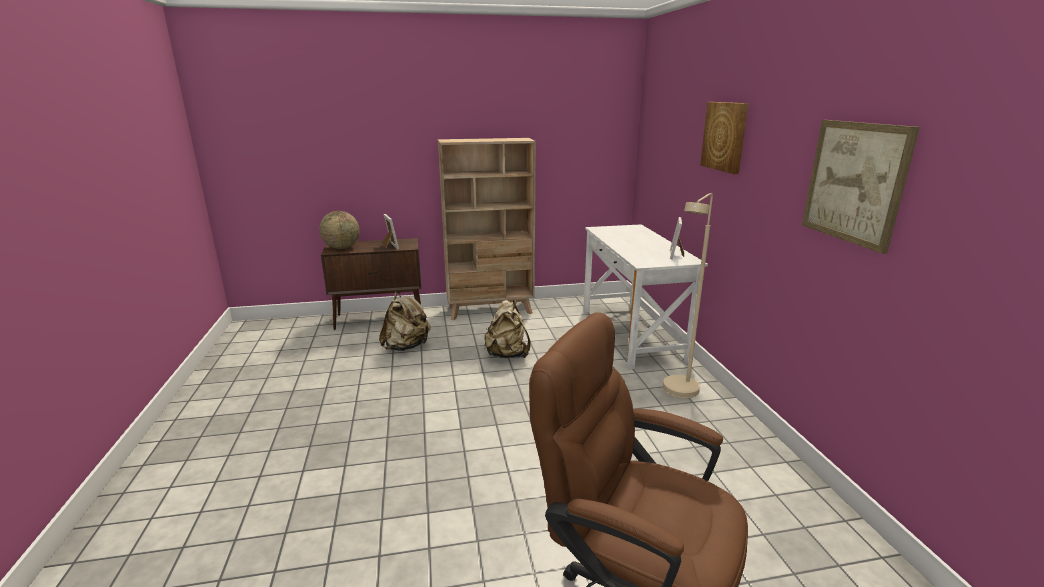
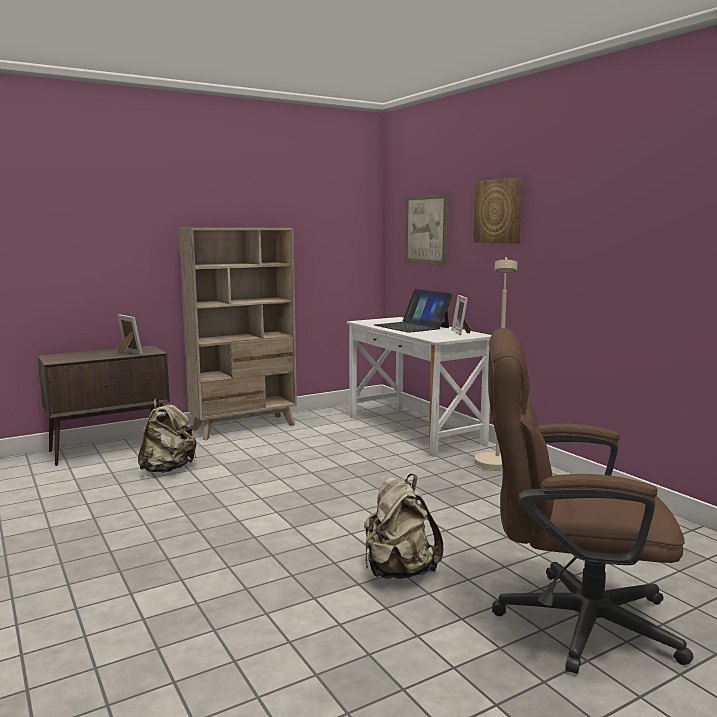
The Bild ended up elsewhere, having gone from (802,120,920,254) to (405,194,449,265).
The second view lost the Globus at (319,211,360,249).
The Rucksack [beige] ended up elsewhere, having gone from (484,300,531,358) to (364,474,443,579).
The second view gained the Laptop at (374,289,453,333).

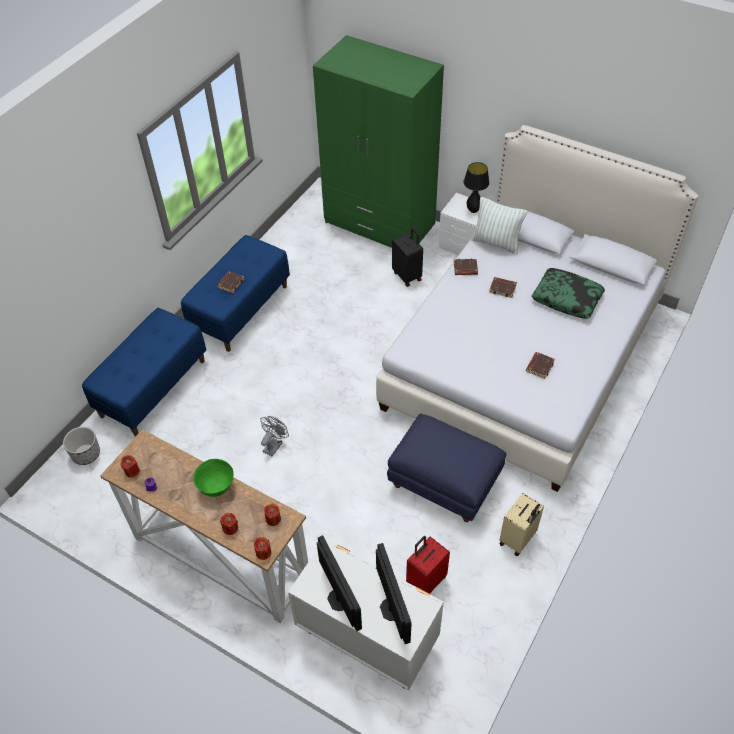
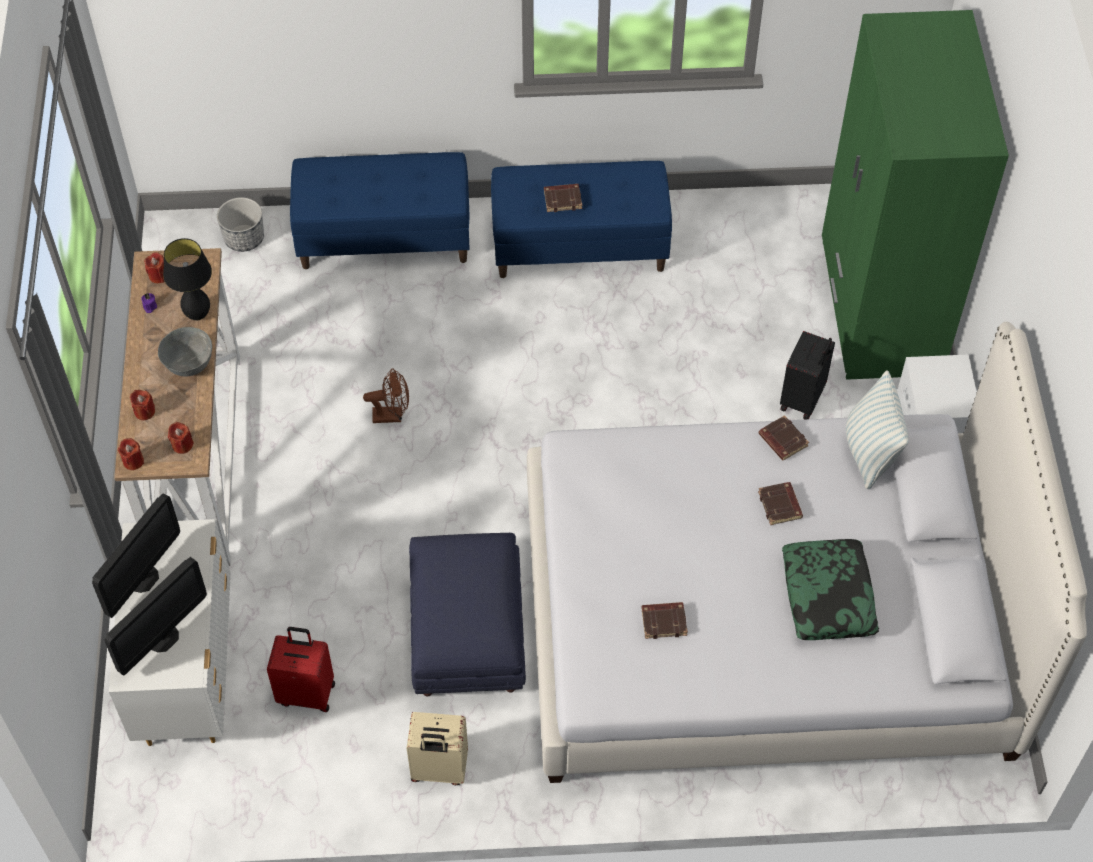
The Tischlampe [schwarz] ended up elsewhere, having gone from (464,162,489,213) to (163,238,212,320).
What was the Ventilator [grau] at (260,416,289,456) turned into the Ventilator [braun] at (363,368,409,423).
What was the Schüssel [grün] at (193,459,234,497) turned into the Schüssel [grau] at (158,327,212,377).

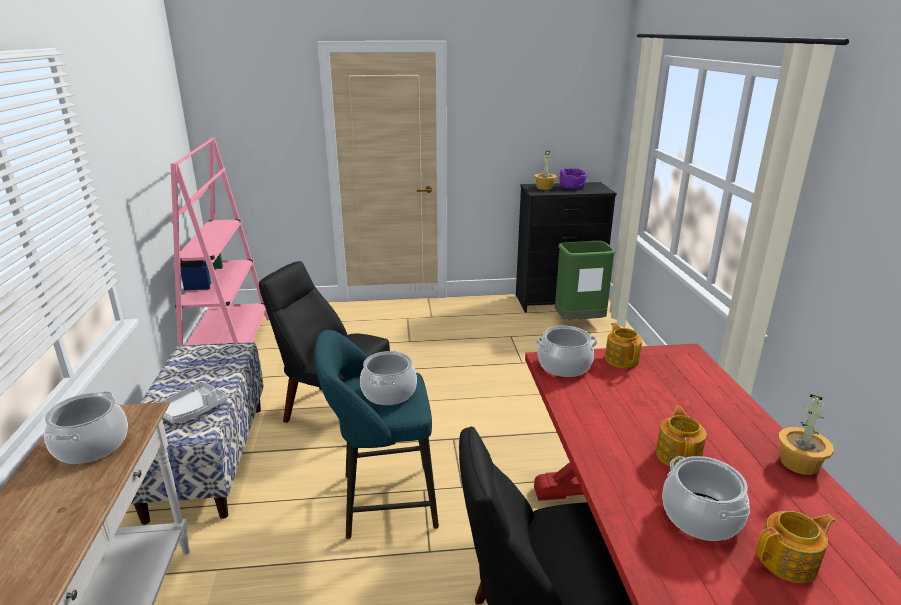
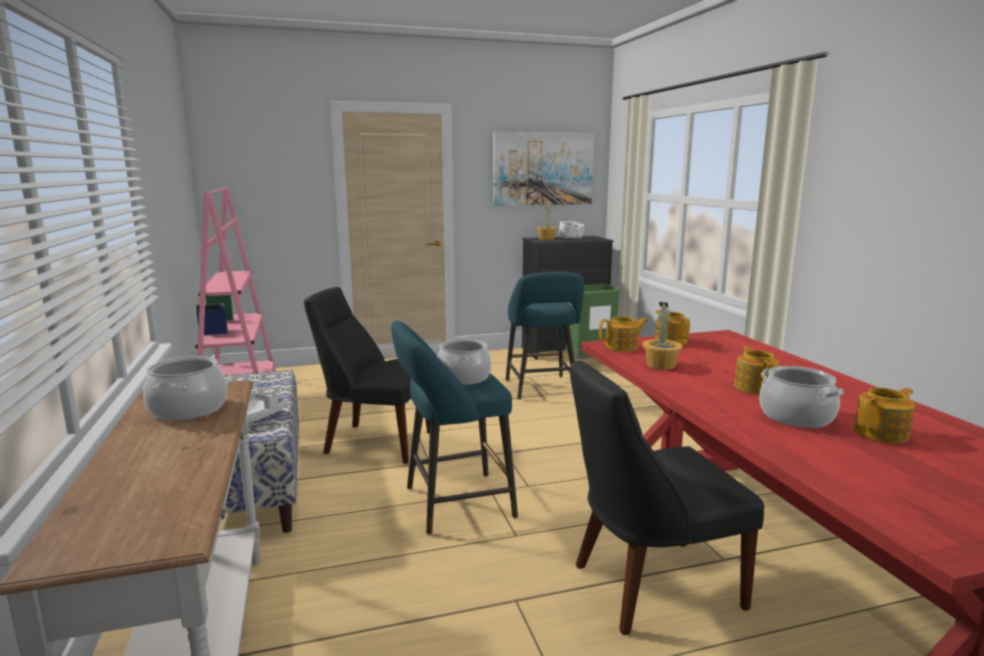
What was the Schüssel [lila] at (559,168,587,189) turned into the Schüssel [weiß] at (559,221,584,239).
Where the Kochtopf stood at (536,326,598,377), the Teekanne came to stand at (599,316,648,352).
The Topfpflanze ended up elsewhere, having gone from (778,394,834,475) to (643,302,683,370).
The second view gained the Bild at (493,132,594,206).
The second view gained the Hocker [türkis] at (506,271,584,400).

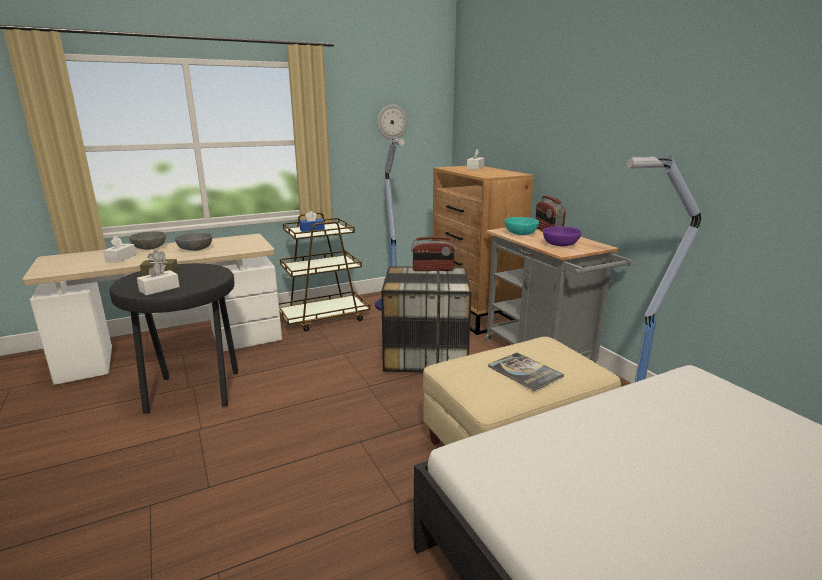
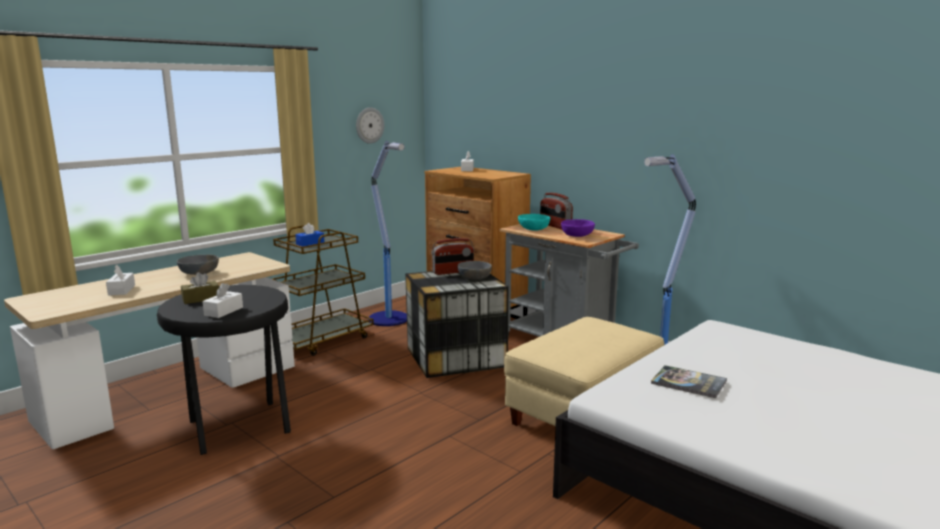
The Schüssel [grau] ended up elsewhere, having gone from (129,231,166,250) to (458,261,492,280).
The Buch ended up elsewhere, having gone from (488,353,564,391) to (651,365,727,398).

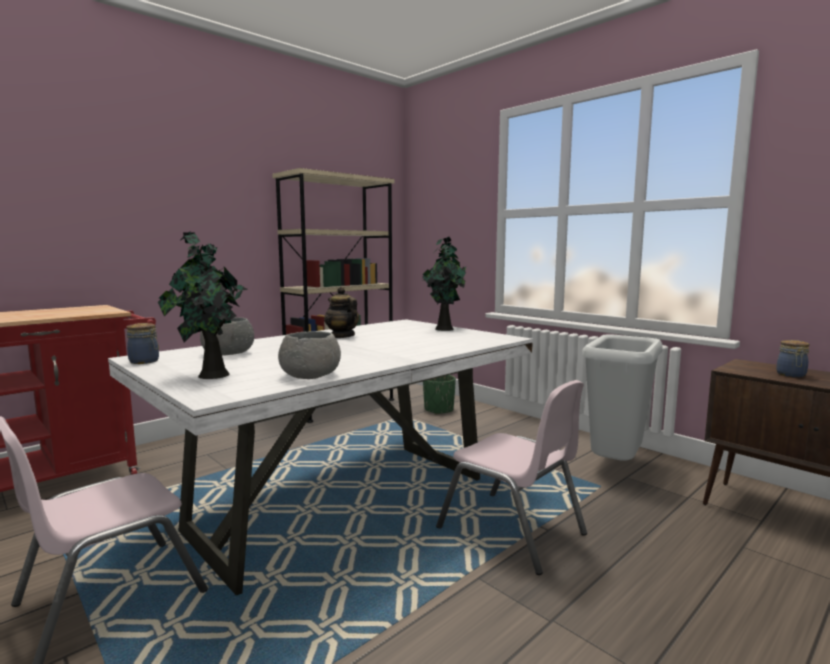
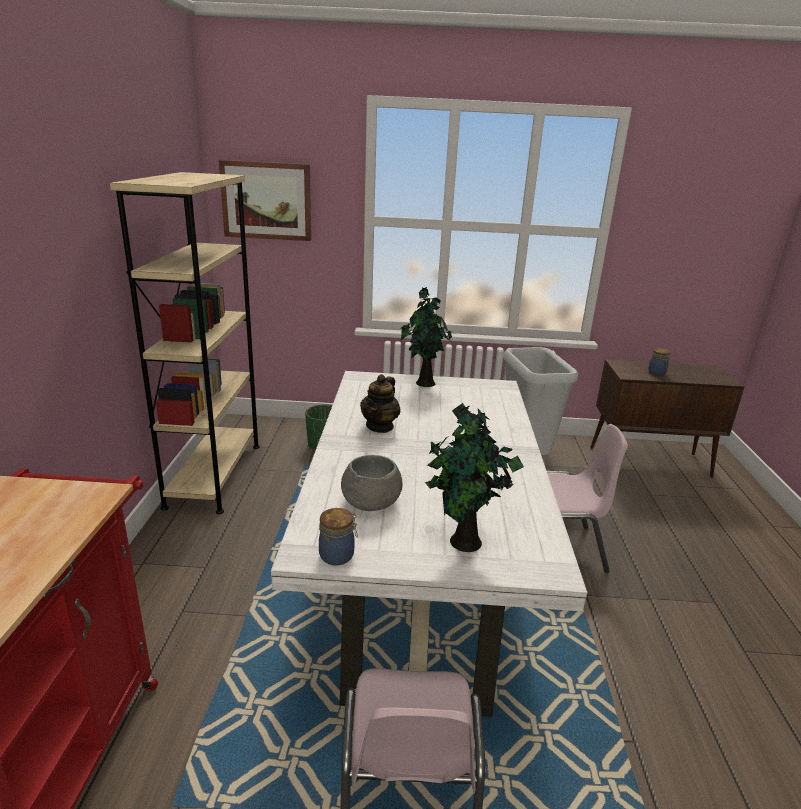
The Teekanne at (324,287,359,338) ended up facing another way, 75 degrees counterclockwise from before.
The second view lost the Schüssel [grau] at (278,331,341,379).
The second view gained the Bild at (219,160,311,241).

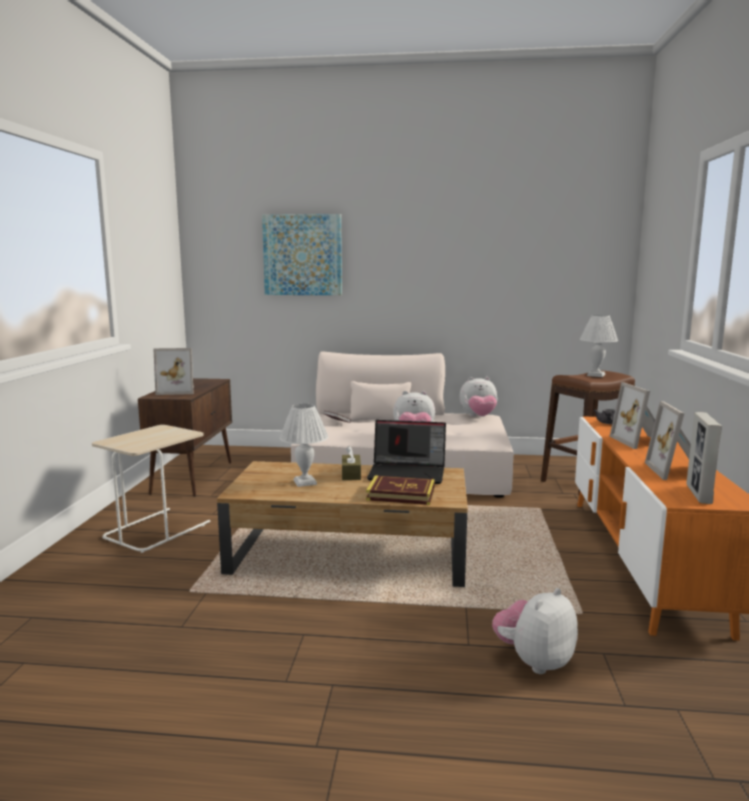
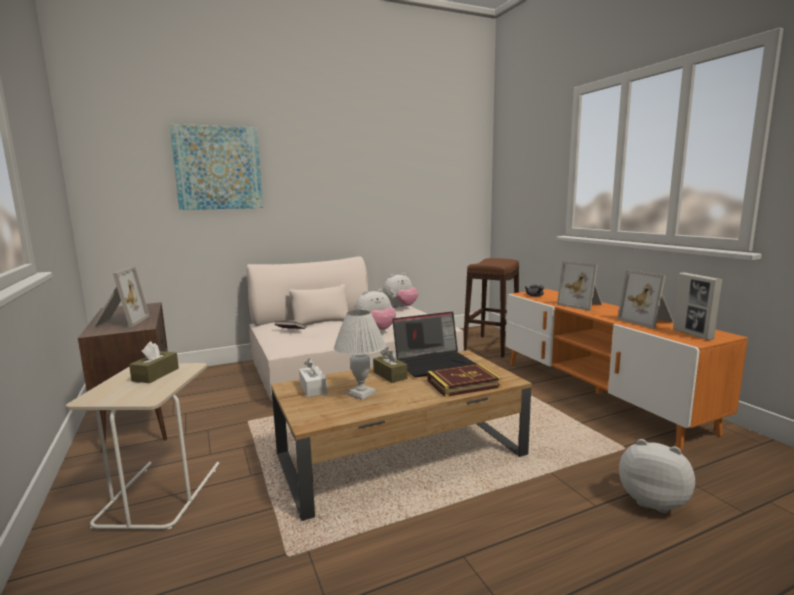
The second view lost the Tischlampe [weiß] at (580,315,618,377).
The Bilderrahmen at (153,348,194,395) ended up facing another way, 60 degrees counterclockwise from before.
The Plüschtier at (492,588,578,674) ended up facing another way, 105 degrees clockwise from before.
The second view gained the Taschentuchbox [braun] at (129,341,179,383).
The second view gained the Taschentuchbox [weiß] at (299,359,327,397).

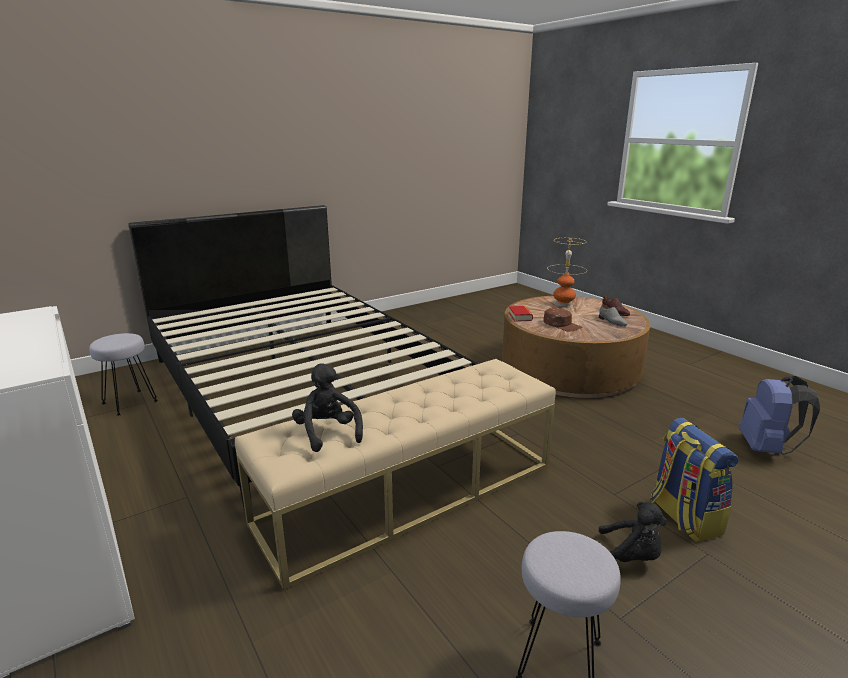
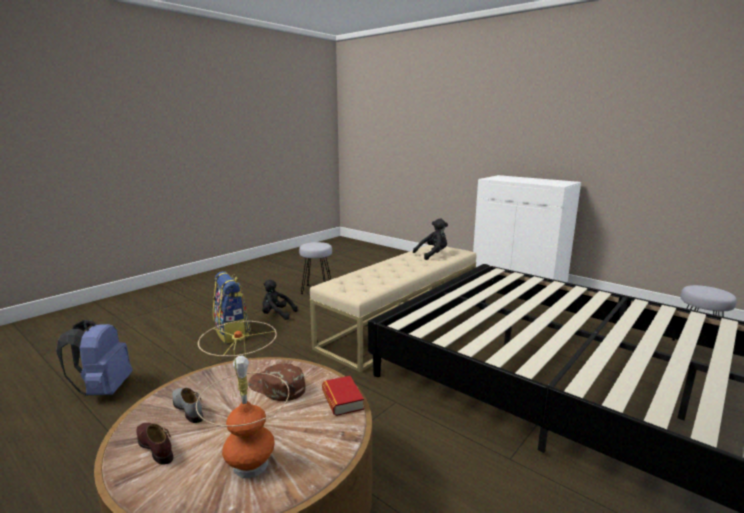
The Plüschtier [schwarz] at (292,363,363,452) ended up facing another way, 75 degrees counterclockwise from before.

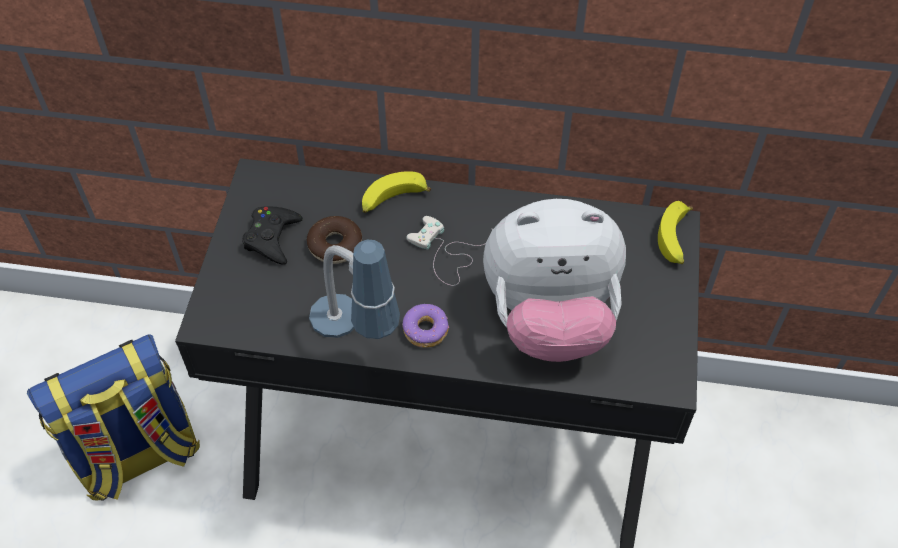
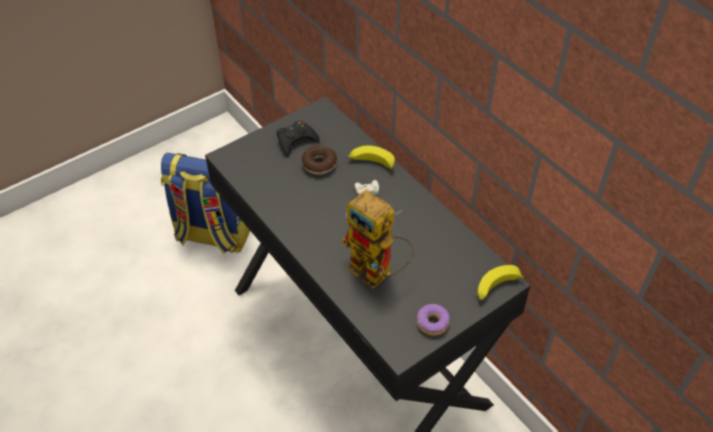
Where the Plüschtier stood at (483,199,626,362), the Spielzeugroboter came to stand at (341,189,415,289).
The second view lost the Tischlampe at (309,240,400,339).
The Donut ended up elsewhere, having gone from (402,303,449,348) to (417,304,450,336).

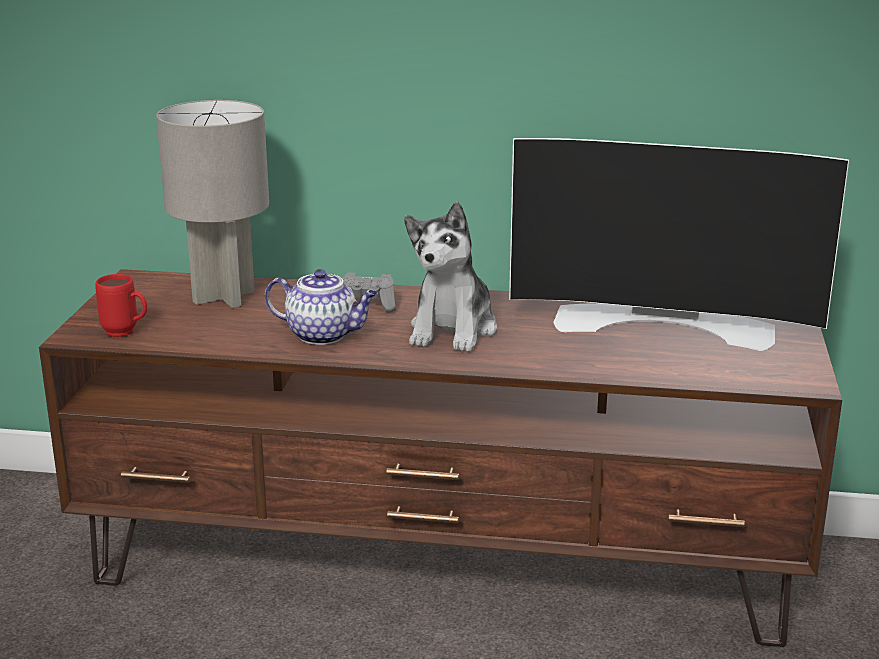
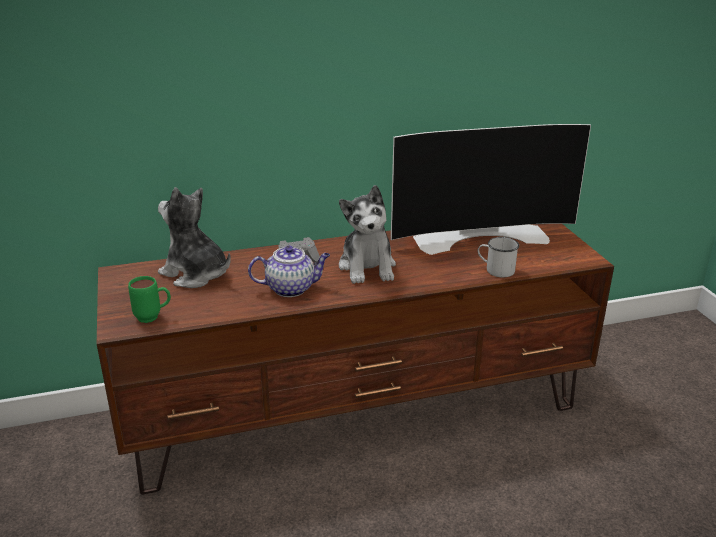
Where the Tischlampe [grau] stood at (156,100,269,308), the Plüschtier came to stand at (158,187,231,288).
What was the Henkelbecher [rot] at (95,274,147,337) turned into the Henkelbecher [grün] at (128,276,171,323).
The second view gained the Henkelbecher [weiß] at (478,237,519,277).

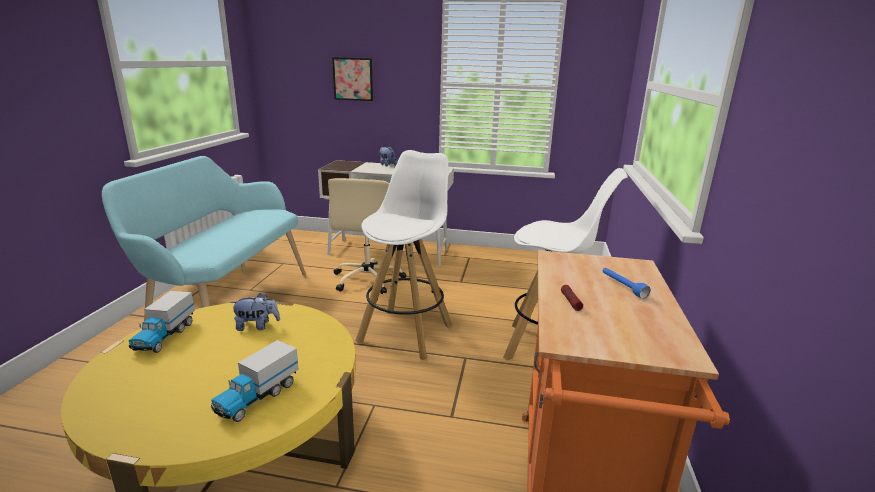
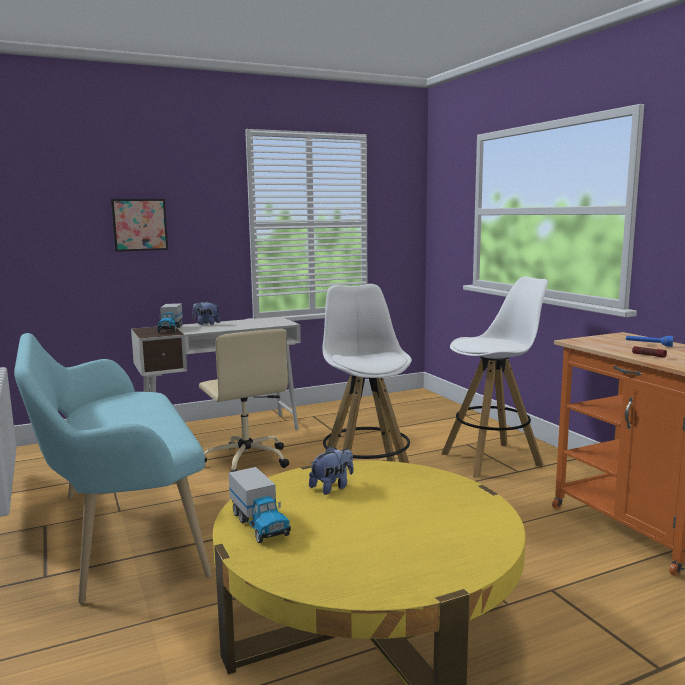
The Spielzeuglaster ended up elsewhere, having gone from (211,340,299,422) to (157,303,183,332).

